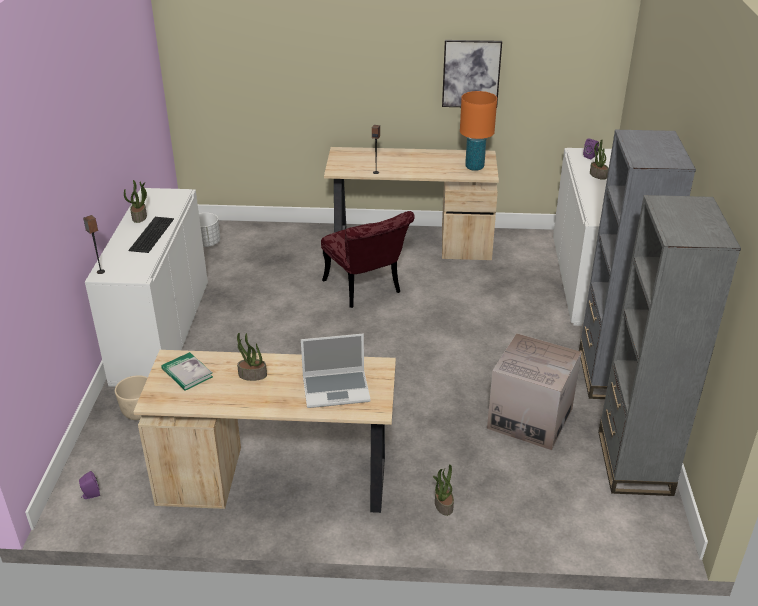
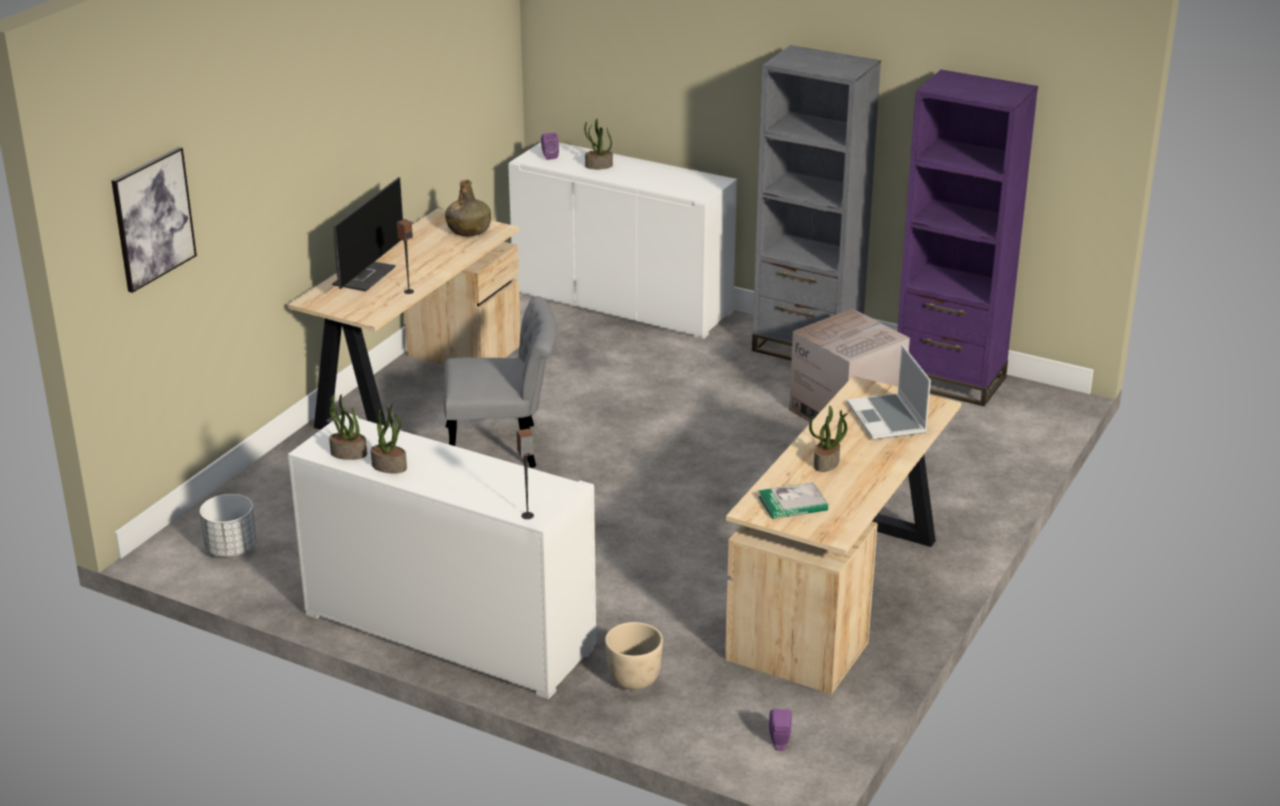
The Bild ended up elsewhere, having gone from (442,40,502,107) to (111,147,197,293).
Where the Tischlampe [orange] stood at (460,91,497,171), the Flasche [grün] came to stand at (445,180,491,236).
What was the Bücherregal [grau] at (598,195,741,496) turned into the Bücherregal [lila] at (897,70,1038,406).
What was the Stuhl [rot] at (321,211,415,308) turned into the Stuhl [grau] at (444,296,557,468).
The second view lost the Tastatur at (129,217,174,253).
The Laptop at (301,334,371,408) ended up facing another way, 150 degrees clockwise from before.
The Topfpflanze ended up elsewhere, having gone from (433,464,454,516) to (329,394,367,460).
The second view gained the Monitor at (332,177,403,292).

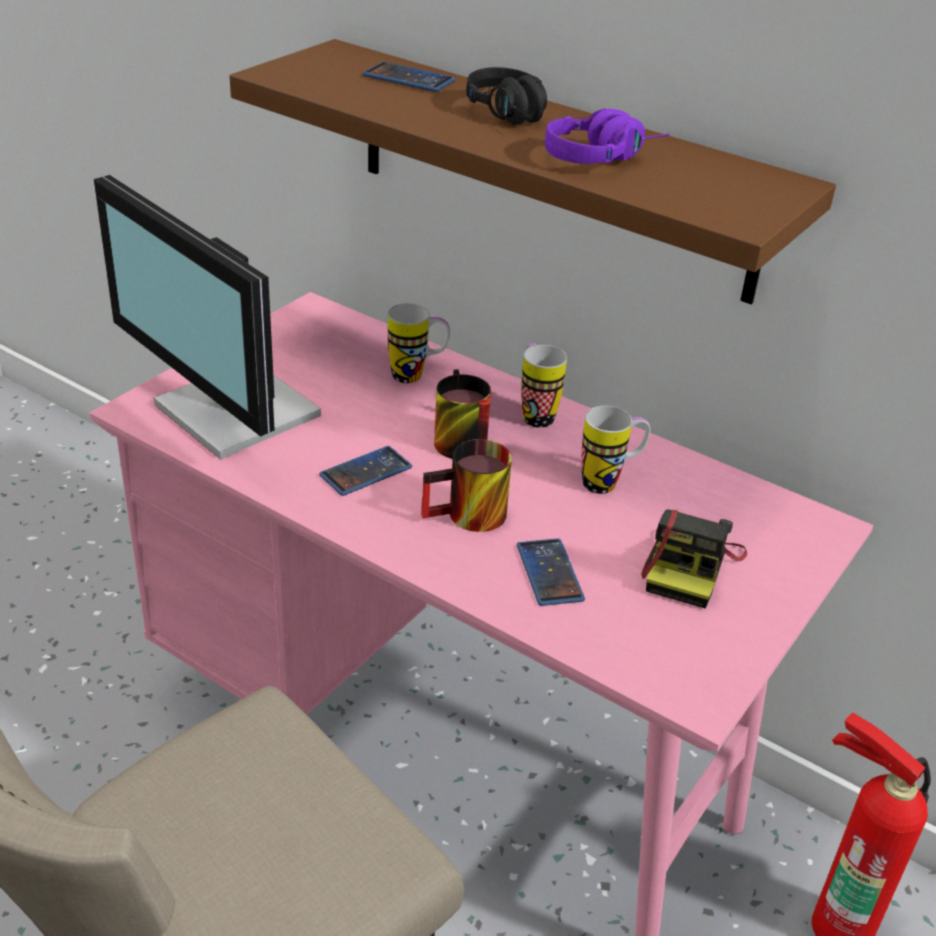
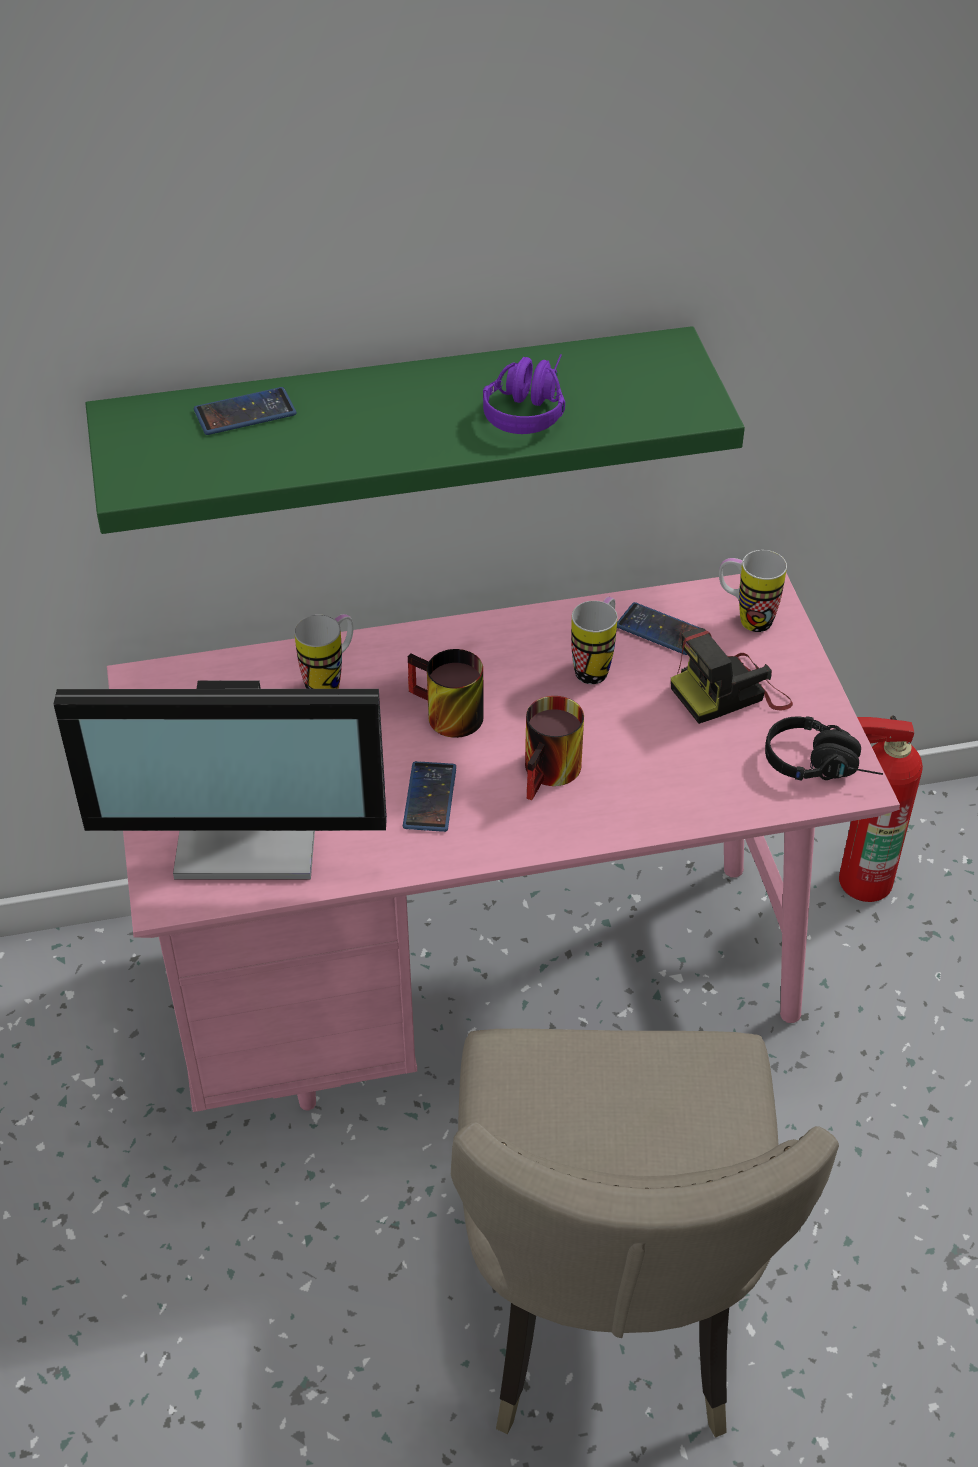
What was the Wandregal [braun] at (229,39,836,304) turned into the Wandregal [grün] at (86,326,745,534).
The Kopfhörer [schwarz] ended up elsewhere, having gone from (466,67,547,125) to (765,716,883,780).
The Henkelbecher ended up elsewhere, having gone from (521,343,567,428) to (719,550,787,632).
The Kamera at (641,509,747,609) ended up facing another way, 90 degrees clockwise from before.
The Handy ended up elsewhere, having gone from (517,538,585,606) to (617,602,700,655).

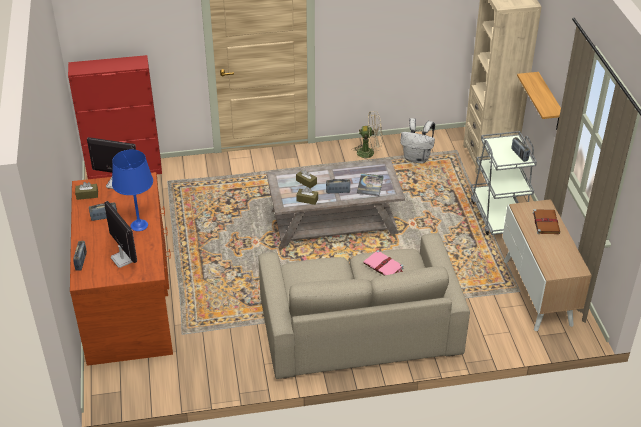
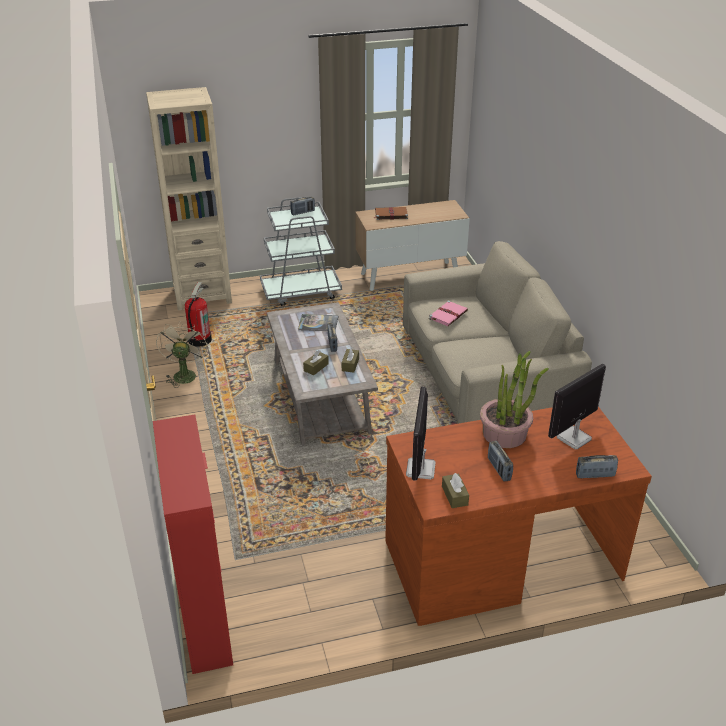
The second view lost the Wandregal at (517,72,561,130).
Where the Rucksack [weiß] stood at (400,118,435,163), the Feuerlöscher came to stand at (185,282,212,346).
Where the Tischlampe [blau] stood at (112,150,153,231), the Topfpflanze came to stand at (480,351,549,448).

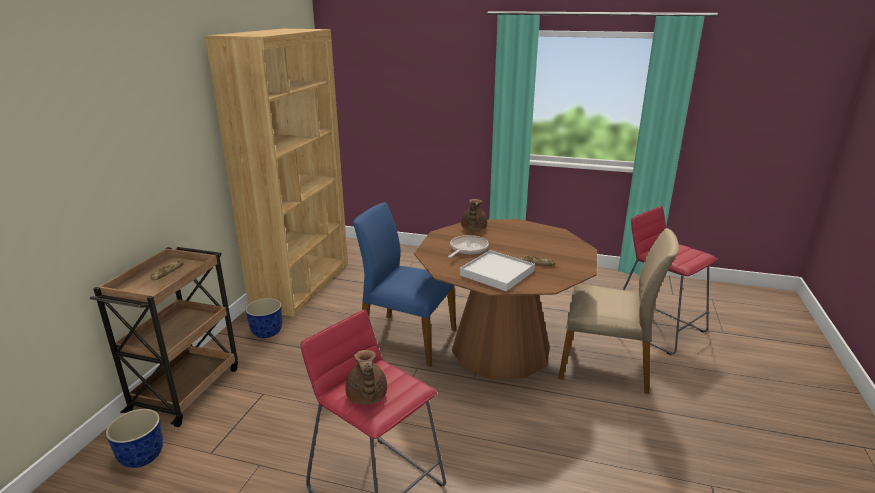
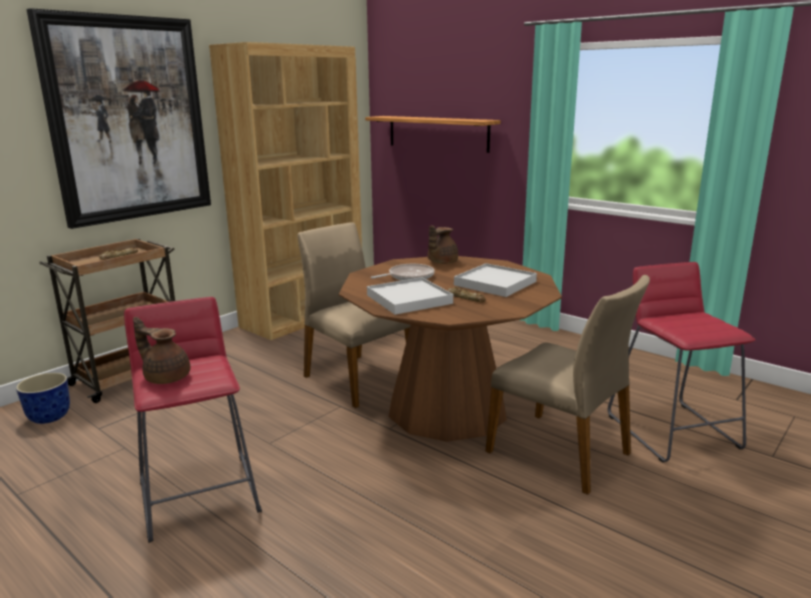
What was the Stuhl [blau] at (353,202,456,367) turned into the Stuhl [beige] at (297,222,410,408).
The second view lost the Pflanzkübel at (245,298,282,338).
The Teekanne [braun] at (345,350,387,405) ended up facing another way, 105 degrees clockwise from before.
The second view gained the Bild at (26,8,211,229).
The second view gained the Wandregal at (365,116,501,153).
The second view gained the Tablett [weiß] at (454,263,537,297).

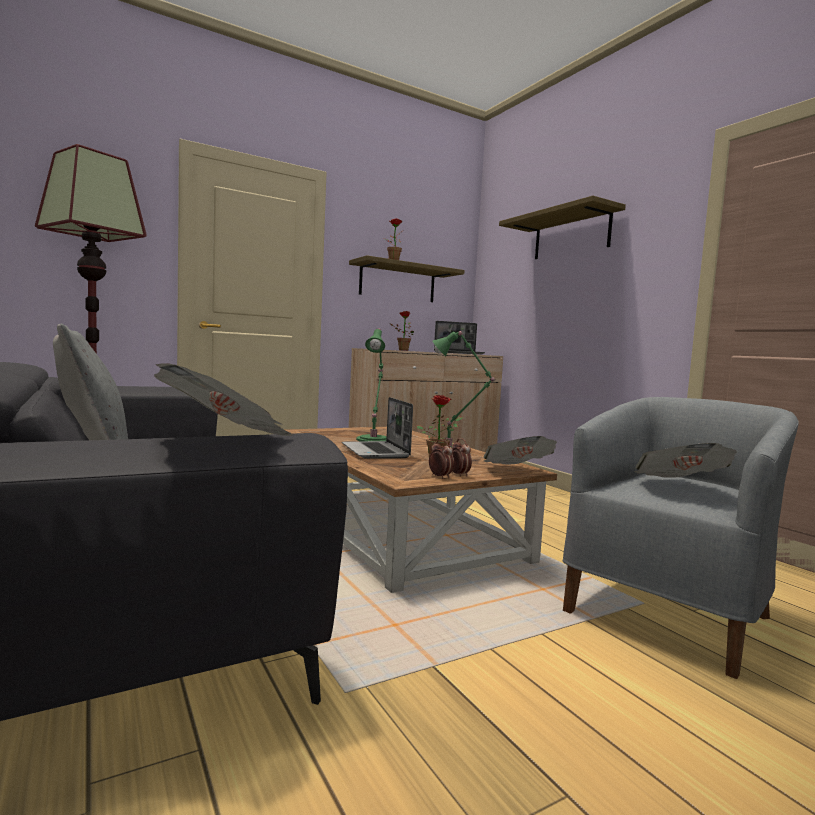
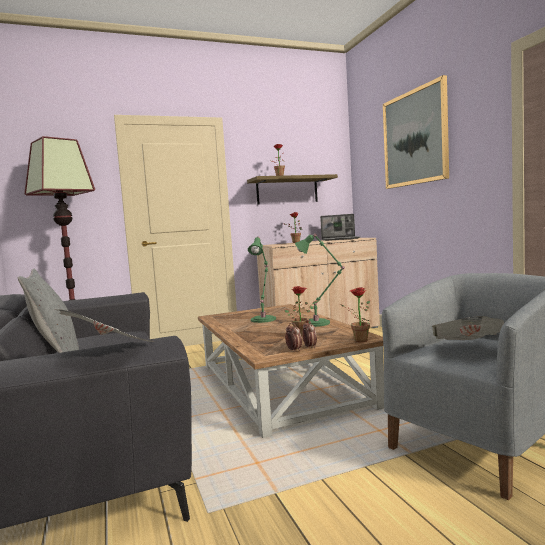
Where the Wandregal hung at (499,196,626,259), the Bild came to hang at (383,75,449,189).
The second view lost the Laptop at (342,397,413,459).
Where the Zeitung stood at (484,436,557,465), the Topfpflanze came to stand at (340,287,370,342).

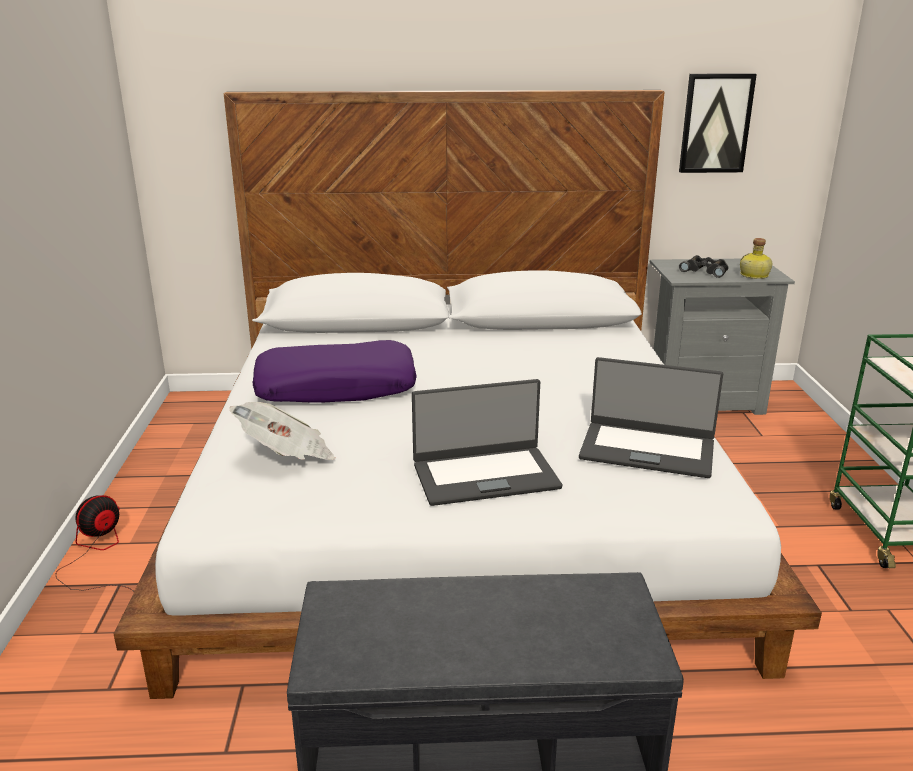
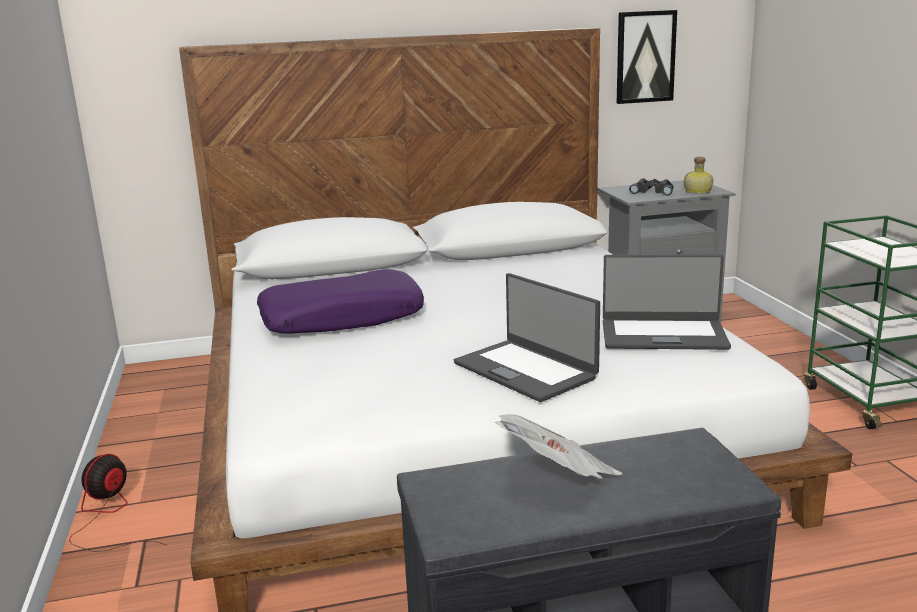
The Laptop at (412,379,562,506) ended up facing another way, 75 degrees clockwise from before.
The Zeitung ended up elsewhere, having gone from (230,402,336,460) to (495,414,622,479).

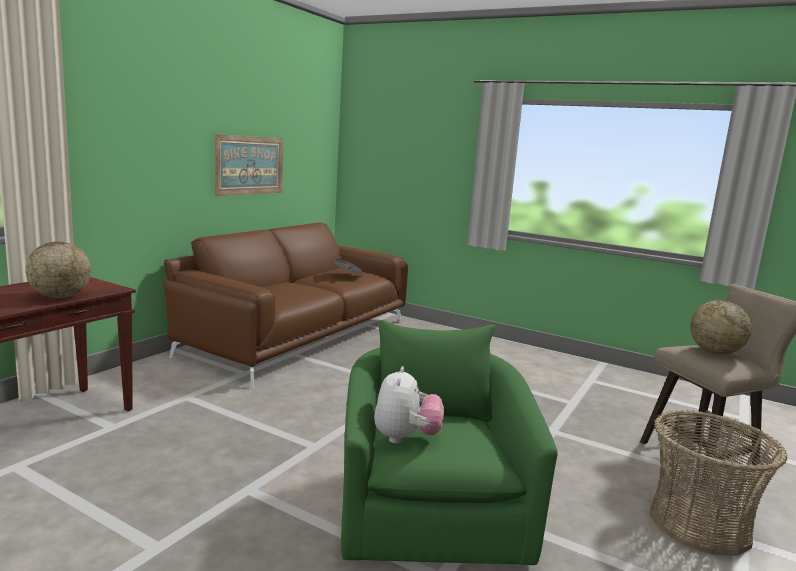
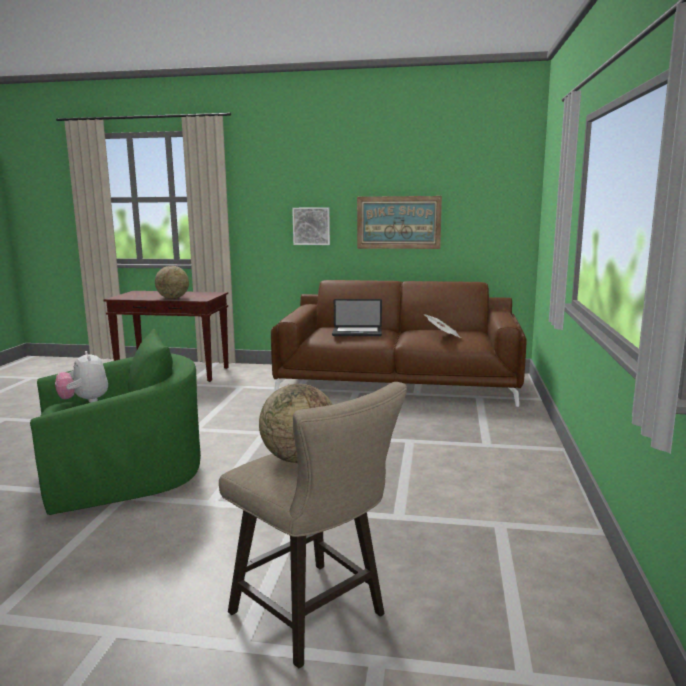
The Plüschtier at (374,366,444,444) ended up facing another way, 75 degrees clockwise from before.
The second view lost the Korb at (649,410,787,556).
The second view gained the Bild at (292,207,330,245).
The second view gained the Laptop at (332,299,382,336).

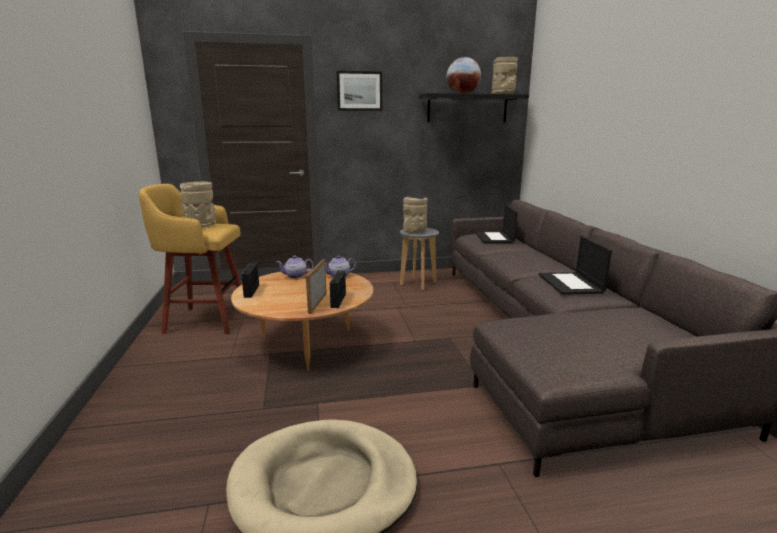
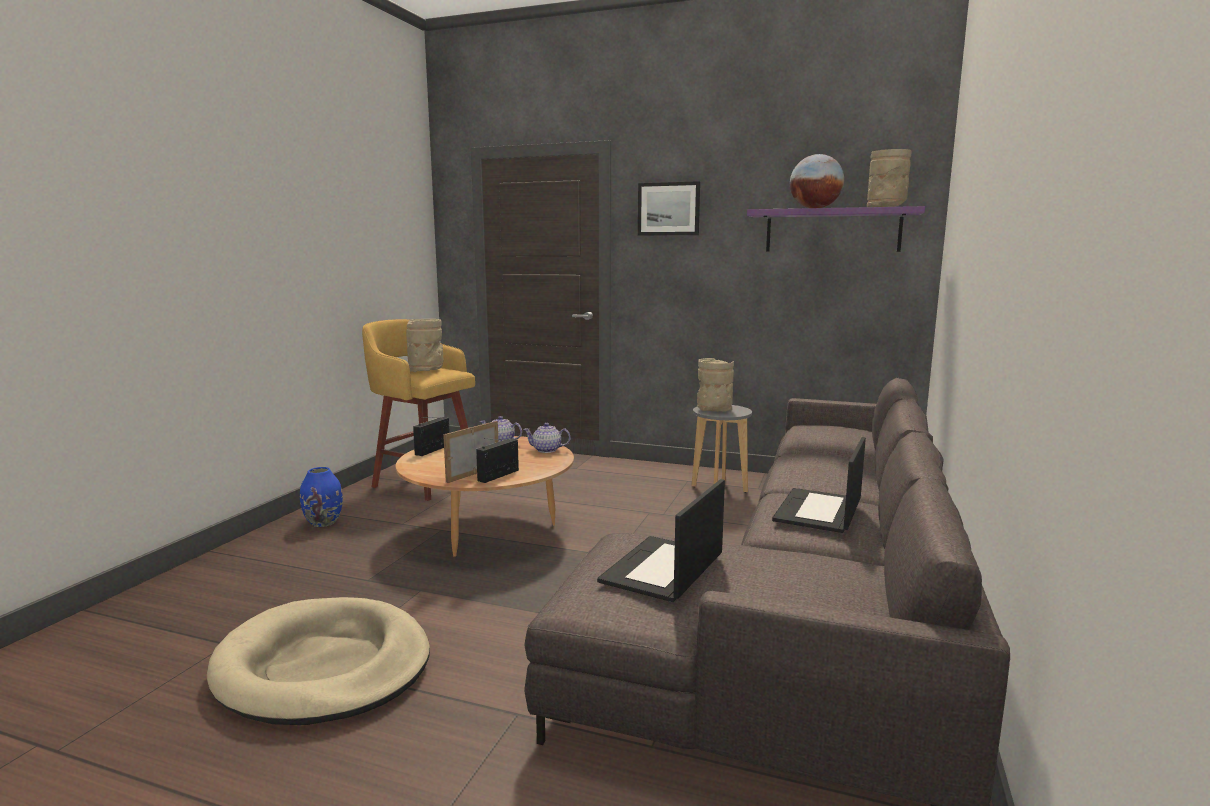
What was the Wandregal [schwarz] at (418,93,529,122) turned into the Wandregal [lila] at (747,206,925,252).
The Laptop ended up elsewhere, having gone from (475,204,518,243) to (597,479,725,602).
The second view gained the Vase [blau] at (300,467,343,527).

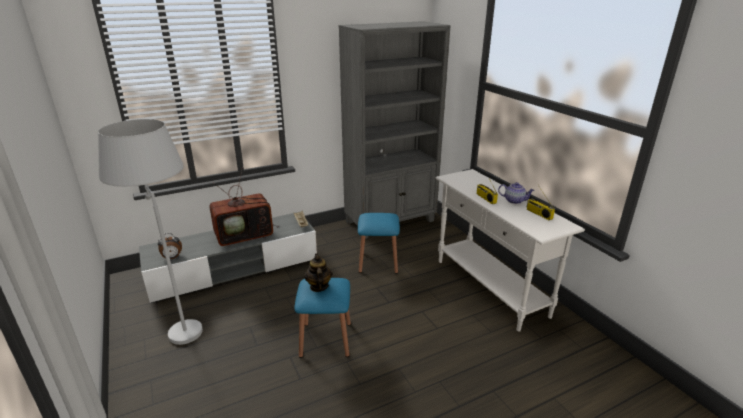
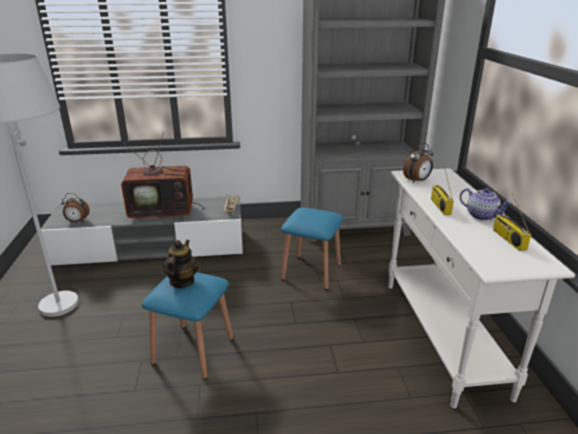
The second view gained the Wecker at (403,143,433,183).

